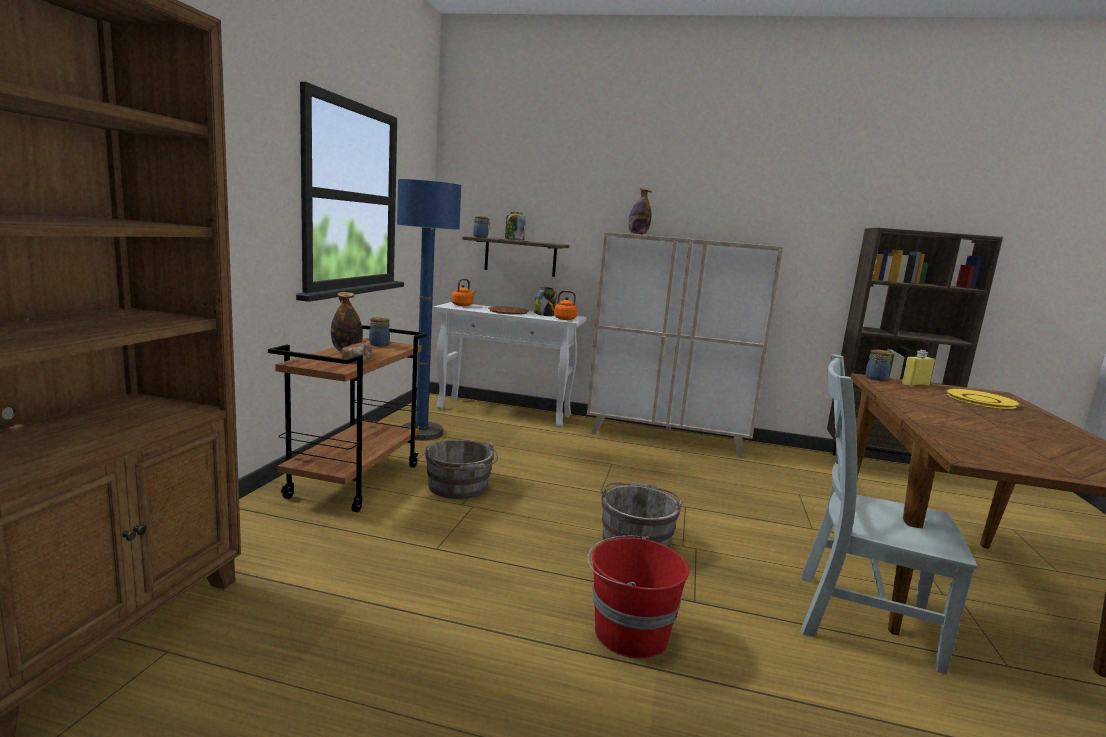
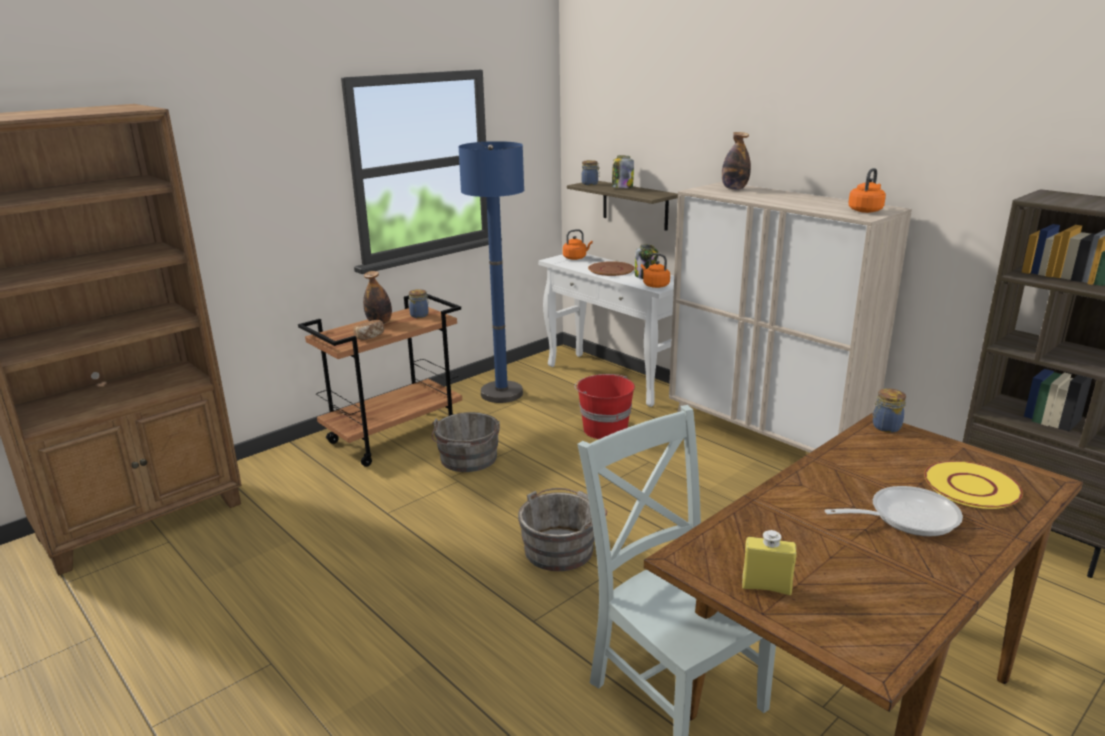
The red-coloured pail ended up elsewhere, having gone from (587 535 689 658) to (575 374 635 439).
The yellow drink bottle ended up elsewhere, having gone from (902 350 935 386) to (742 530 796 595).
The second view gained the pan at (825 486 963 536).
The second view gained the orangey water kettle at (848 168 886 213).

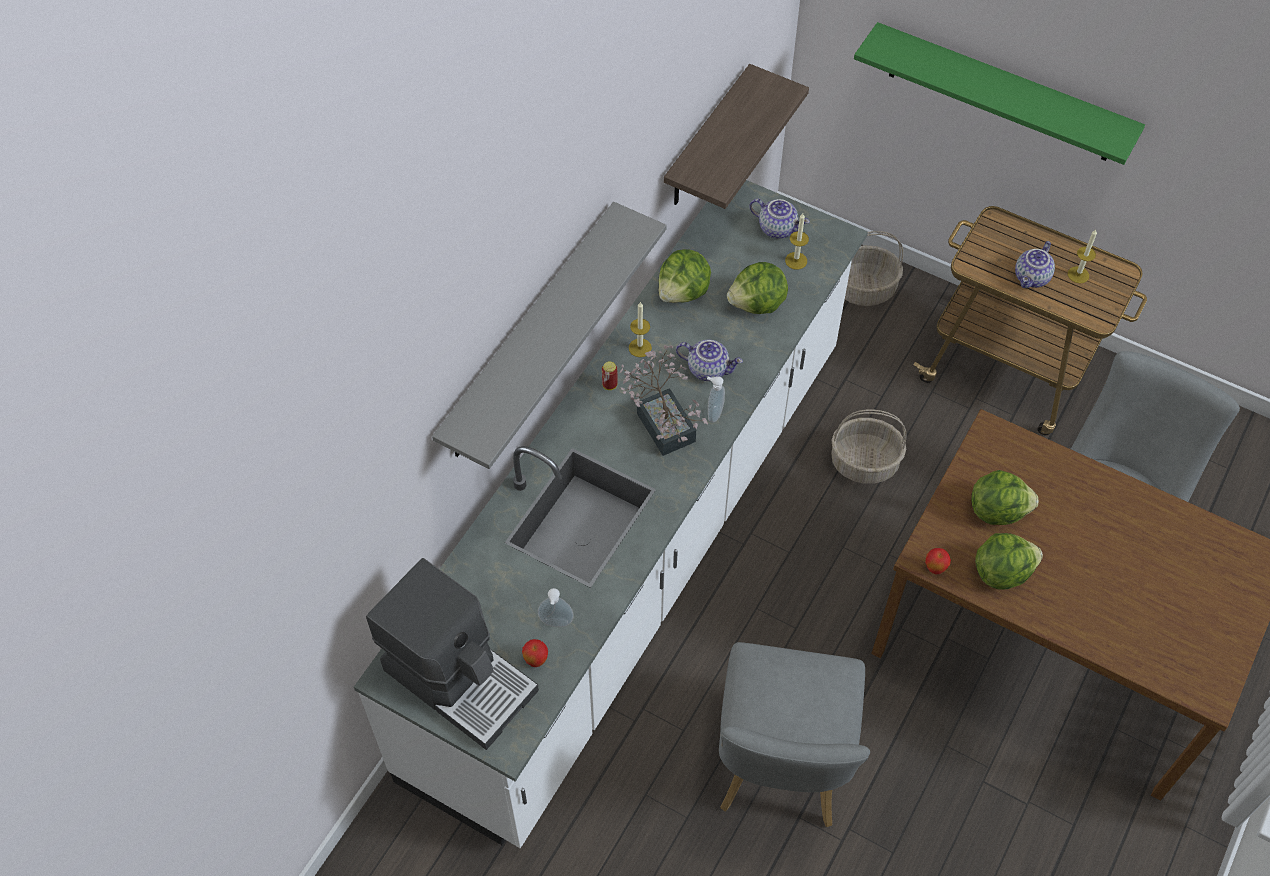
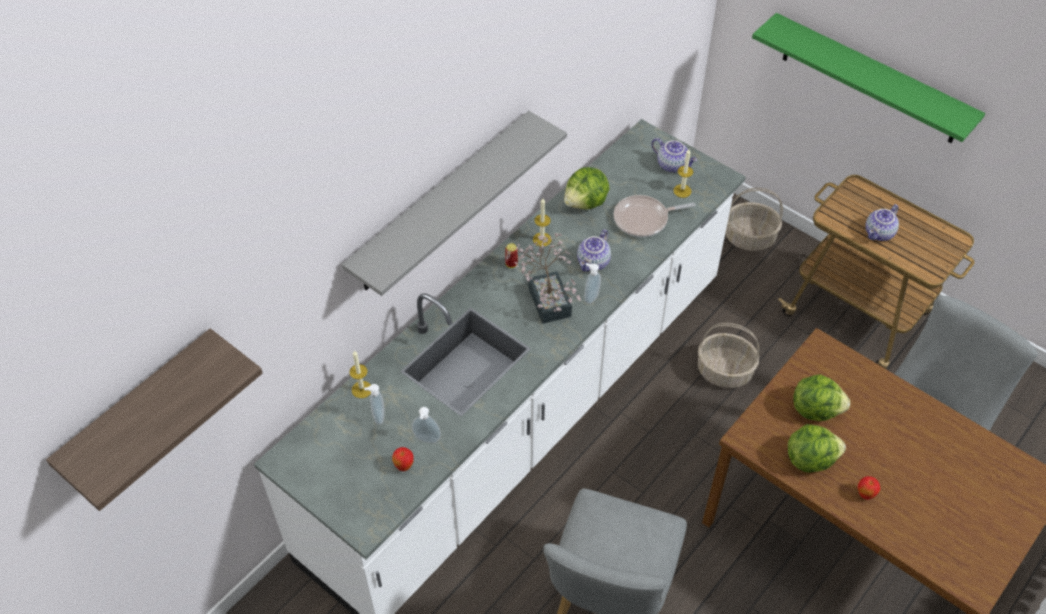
The bracket shelf ended up elsewhere, having gone from (664 64 809 209) to (46 328 262 511).
The wax candle ended up elsewhere, having gone from (1068 230 1097 283) to (349 351 371 398).
The second view gained the soap dispenser at (364 384 384 425).
The teapot at (676 340 743 381) ended up facing another way, 90 degrees clockwise from before.
Where the lettuce head stood at (727 262 788 314), the pan came to stand at (614 195 696 237).
The apple ended up elsewhere, having gone from (925 548 951 574) to (858 476 880 500).
The second view lost the coffee machine at (366 558 539 750).

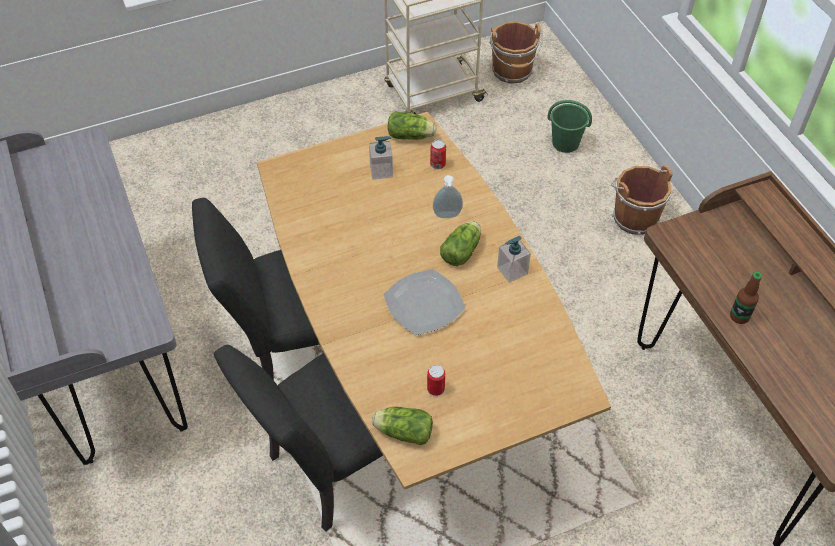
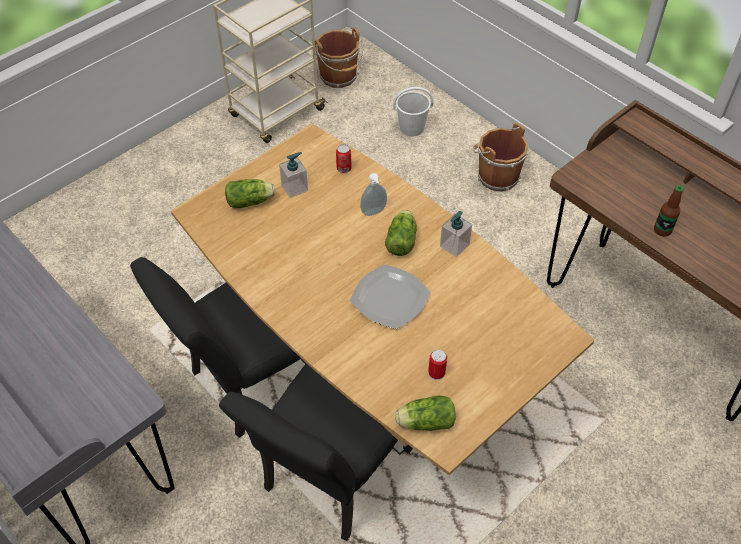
The lettuce head ended up elsewhere, having gone from (388 111 437 140) to (225 179 275 208).
What was the green pail at (547 100 592 153) turned into the white-coloured pail at (393 87 433 136).

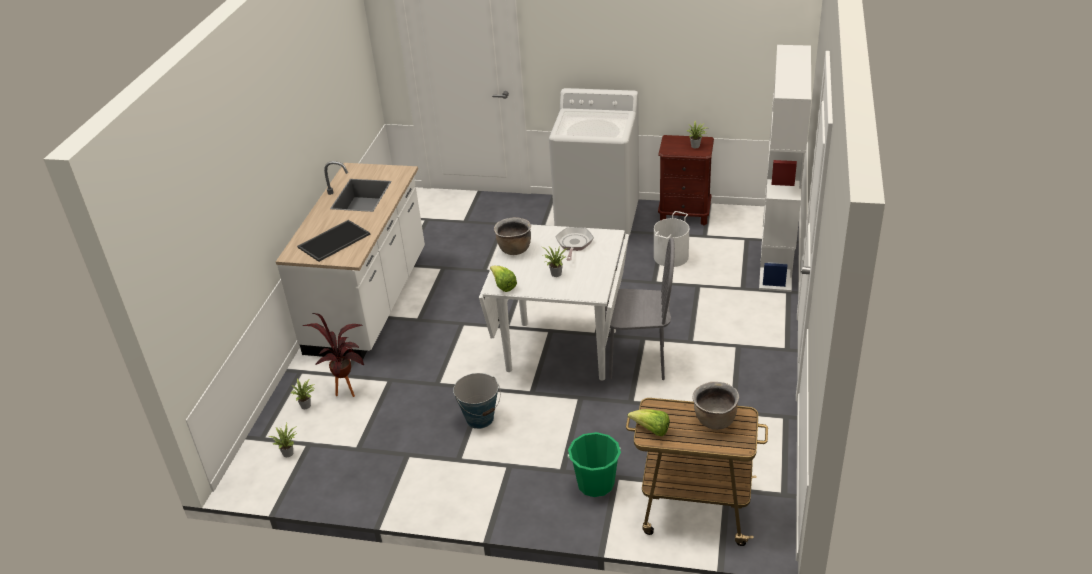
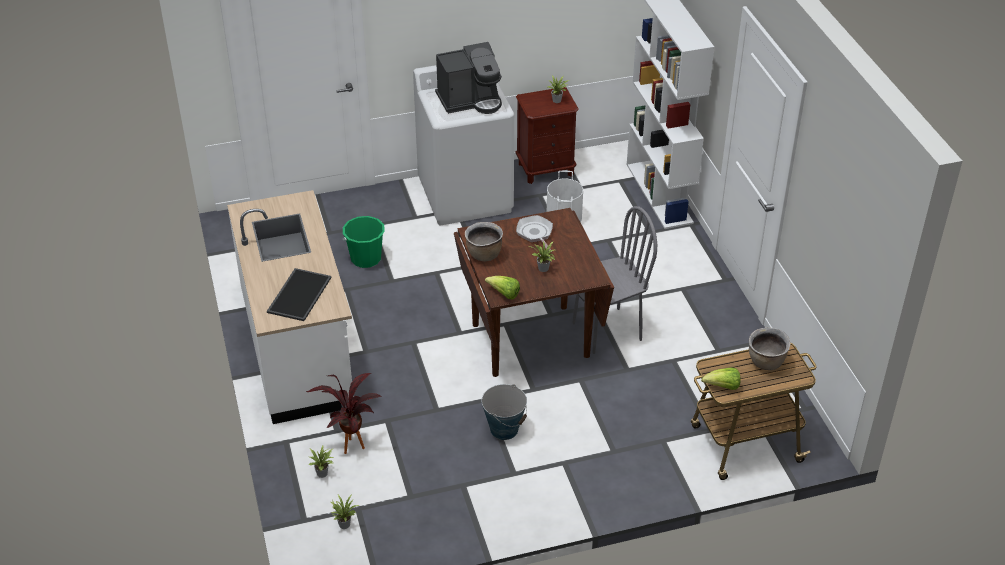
The green pail ended up elsewhere, having gone from (567 432 621 497) to (343 216 385 268).
The second view gained the coffee machine at (435 42 502 114).
What was the white-coloured dinner table at (479 225 629 381) turned into the brownish dinner table at (454 208 614 377).

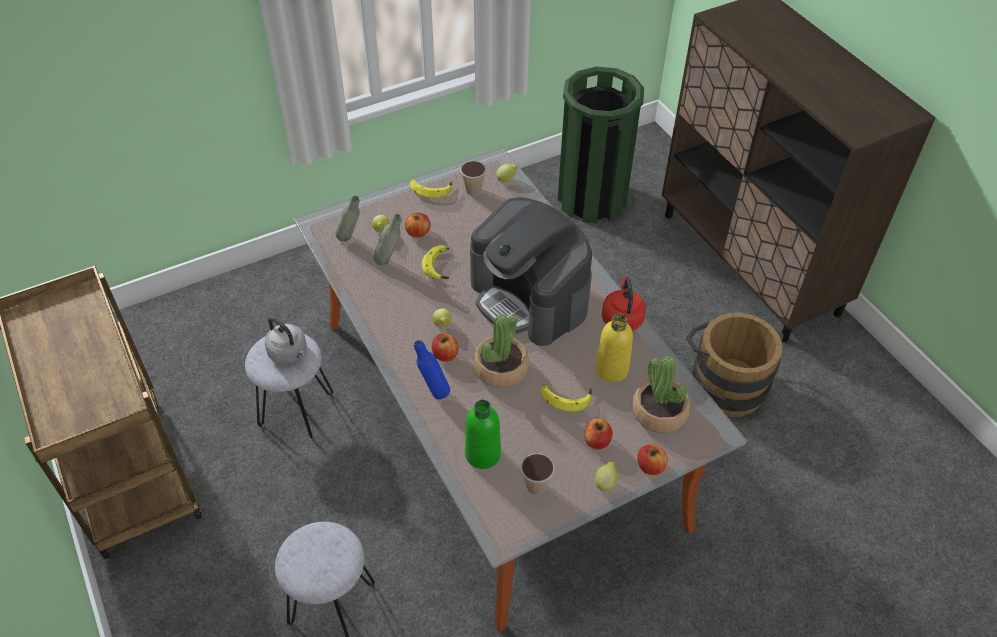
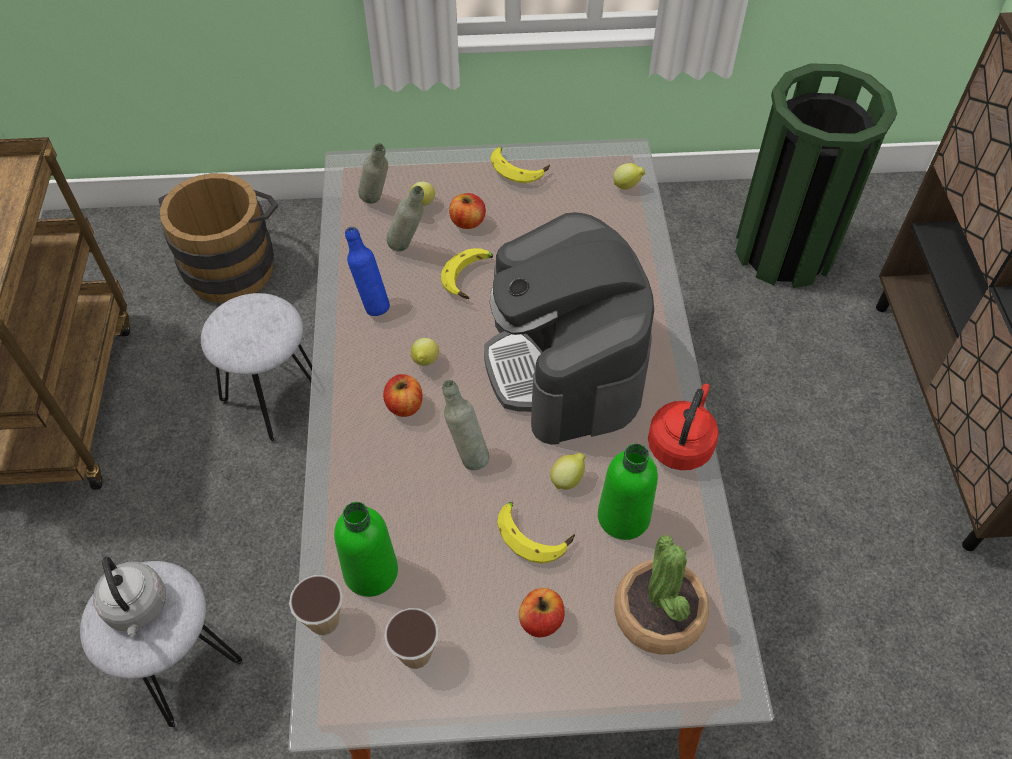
The gray water kettle ended up elsewhere, having gone from (265 317 307 364) to (93 557 166 637).
The brownish pail ended up elsewhere, having gone from (686 313 784 417) to (158 173 278 303).
The cup ended up elsewhere, having gone from (460 161 486 196) to (289 575 343 635).
The bluish drink bottle ended up elsewhere, having gone from (414 340 450 399) to (345 227 390 316).
Where the plant in a pot stood at (473 314 529 388), the gray drink bottle came to stand at (442 380 489 470).
The lemon ended up elsewhere, having gone from (595 462 618 492) to (550 453 585 490).
What was the yellow drink bottle at (595 314 633 382) turned into the green drink bottle at (598 444 658 540).
The second view lost the apple at (637 444 668 475).

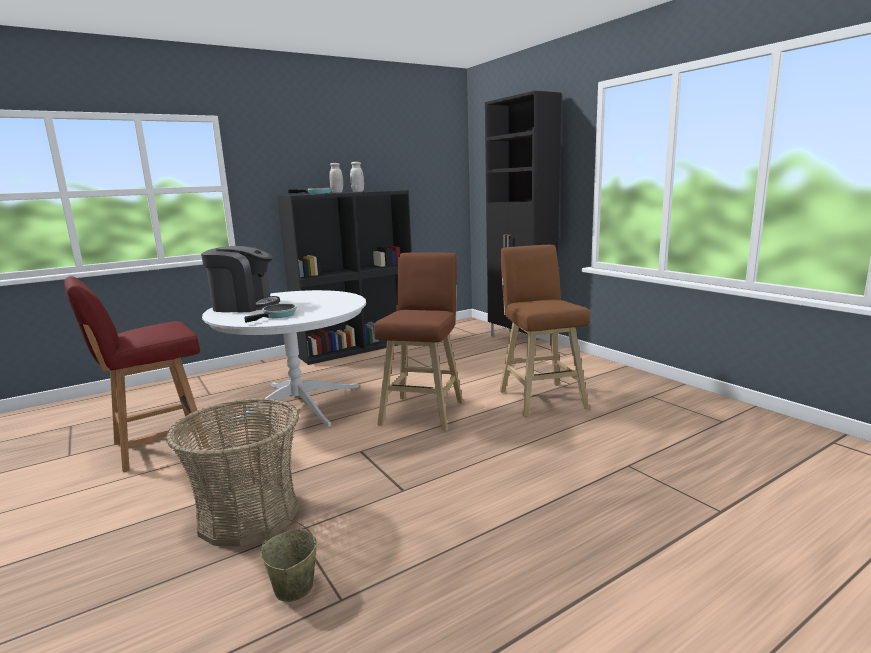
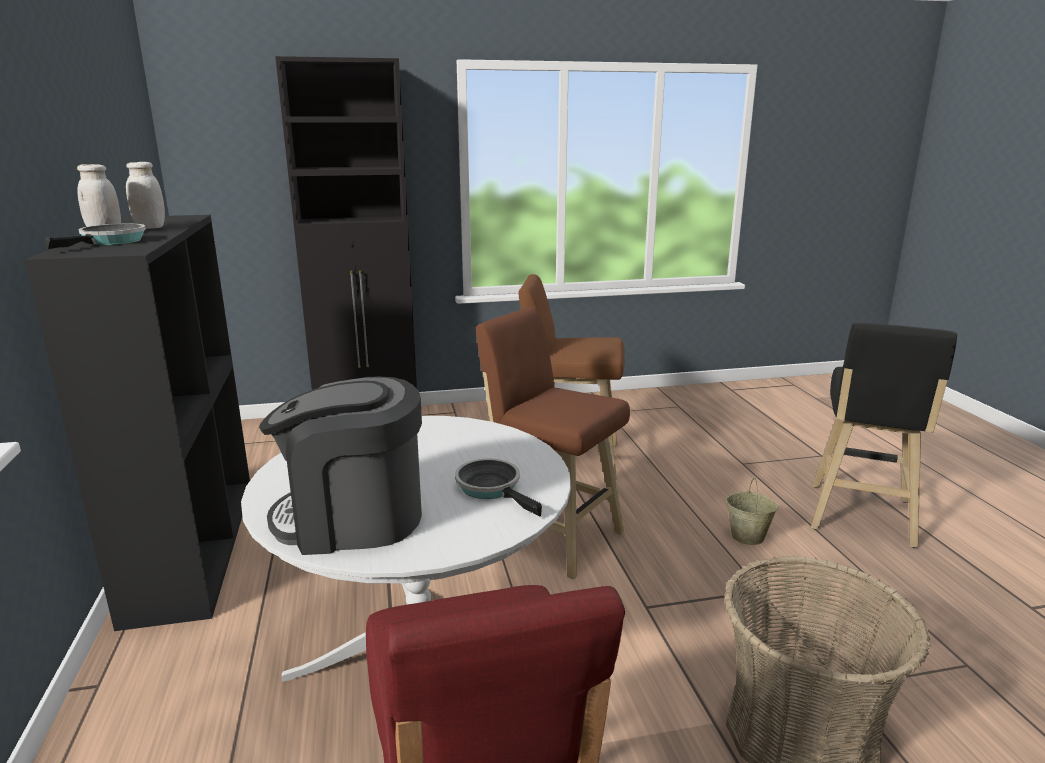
The coffee machine at (201 246 280 312) ended up facing another way, 120 degrees counterclockwise from before.
The sand-coloured pail ended up elsewhere, having gone from (260 519 317 602) to (727 478 778 545).
The second view gained the black-coloured stool at (811 323 957 548).

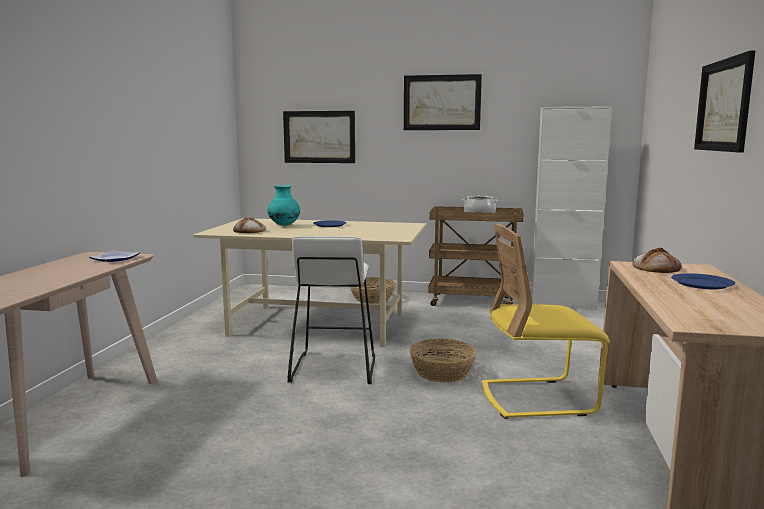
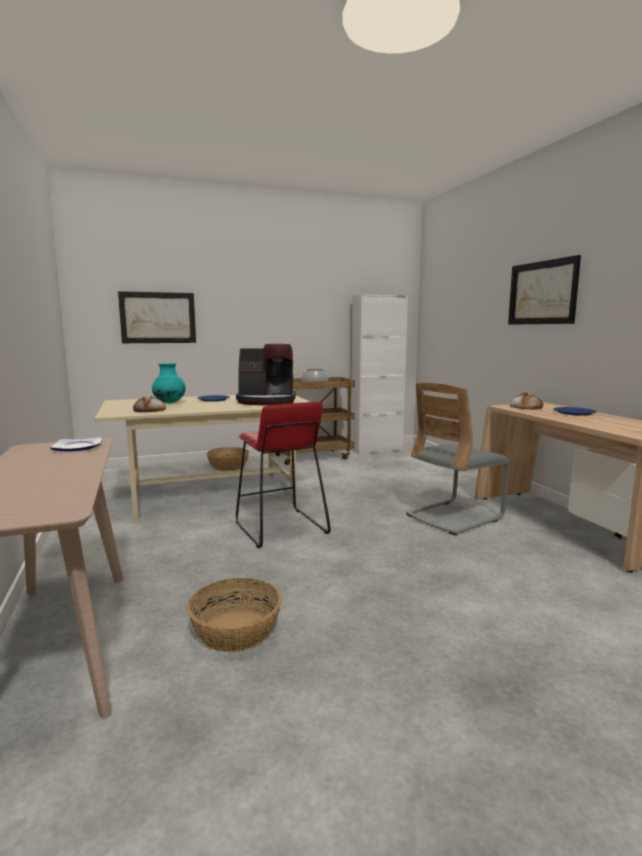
The household basket ended up elsewhere, having gone from (409 339 477 383) to (187 578 282 652).
The second view gained the coffee machine at (236 344 296 405).
What was the white-coloured stool at (288 236 375 384) turned into the red-coloured stool at (236 402 331 548).
What was the yellow chair at (482 224 610 419) turned into the gray chair at (406 382 510 536).
The second view lost the wall picture at (404 74 482 130).

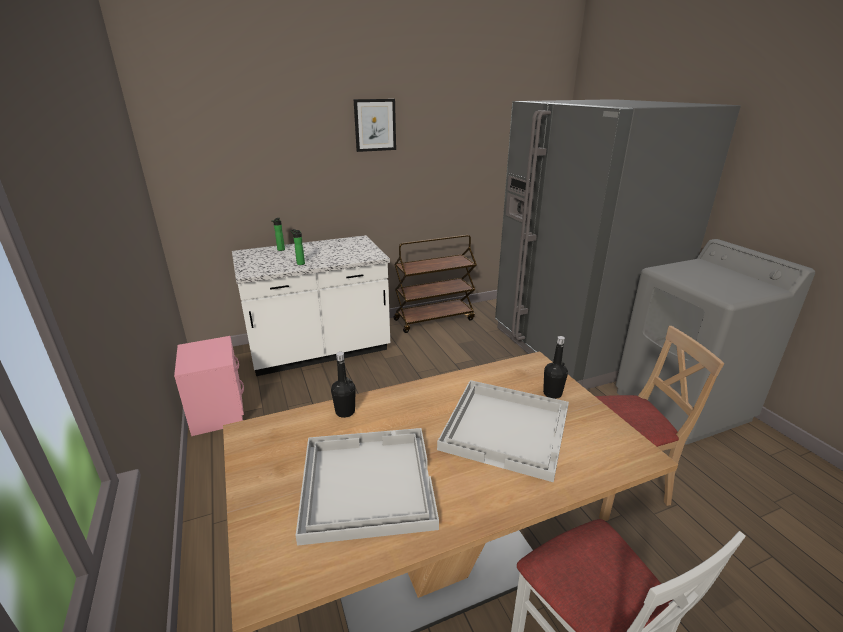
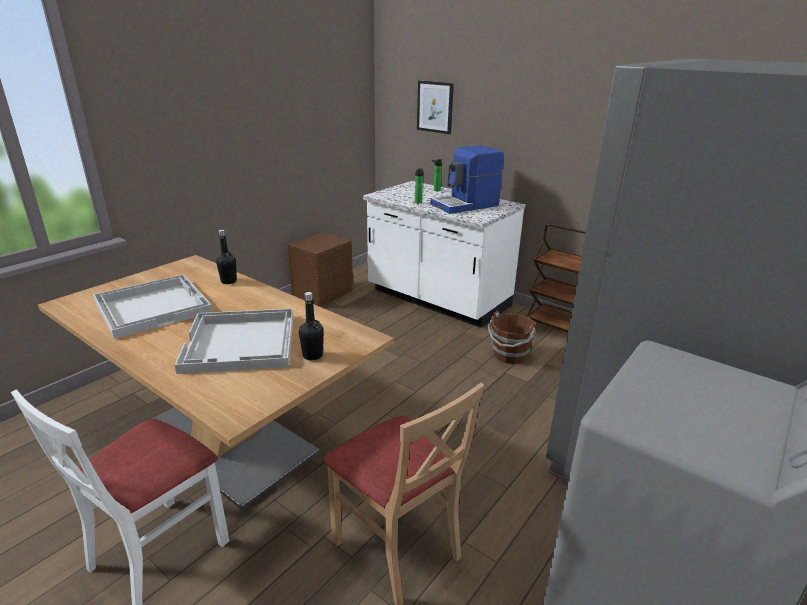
What was the pink-coloured night table at (174 336 244 436) turned into the brownish night table at (288 232 353 307).
The wall picture ended up elsewhere, having gone from (354 99 396 152) to (417 81 454 134).
The second view gained the coffee machine at (431 146 504 214).
The second view gained the brownish pail at (487 311 536 364).

